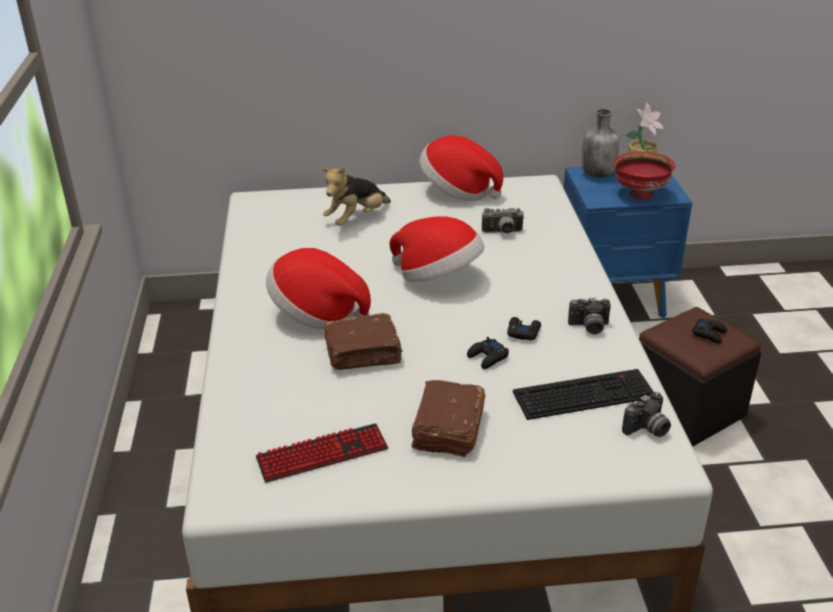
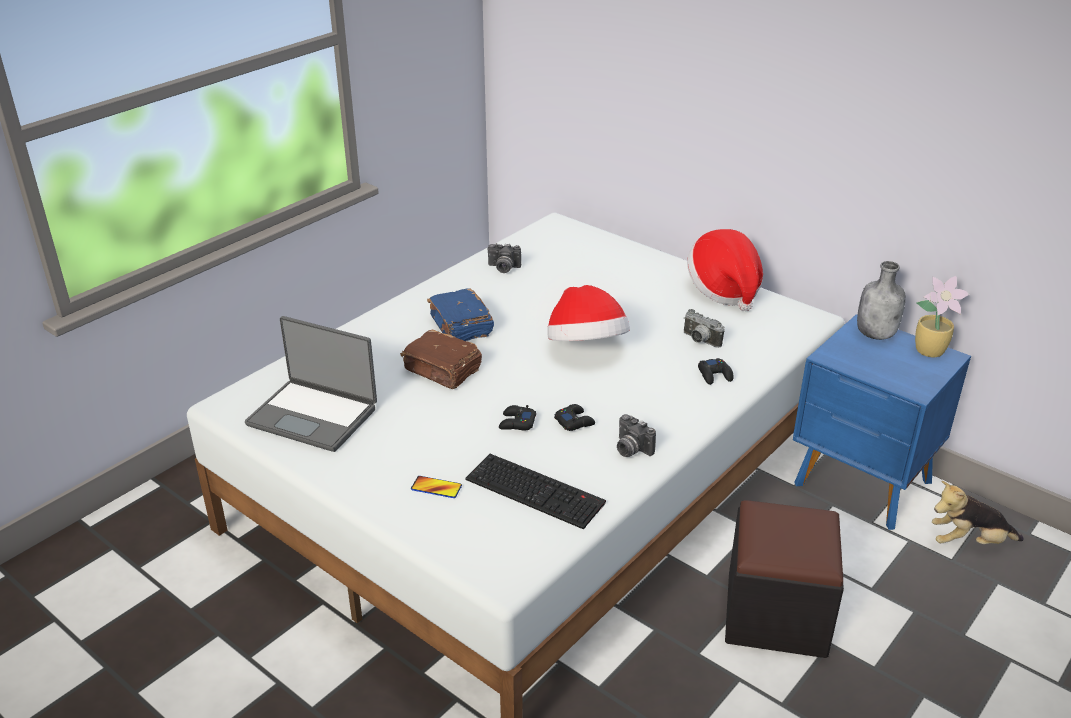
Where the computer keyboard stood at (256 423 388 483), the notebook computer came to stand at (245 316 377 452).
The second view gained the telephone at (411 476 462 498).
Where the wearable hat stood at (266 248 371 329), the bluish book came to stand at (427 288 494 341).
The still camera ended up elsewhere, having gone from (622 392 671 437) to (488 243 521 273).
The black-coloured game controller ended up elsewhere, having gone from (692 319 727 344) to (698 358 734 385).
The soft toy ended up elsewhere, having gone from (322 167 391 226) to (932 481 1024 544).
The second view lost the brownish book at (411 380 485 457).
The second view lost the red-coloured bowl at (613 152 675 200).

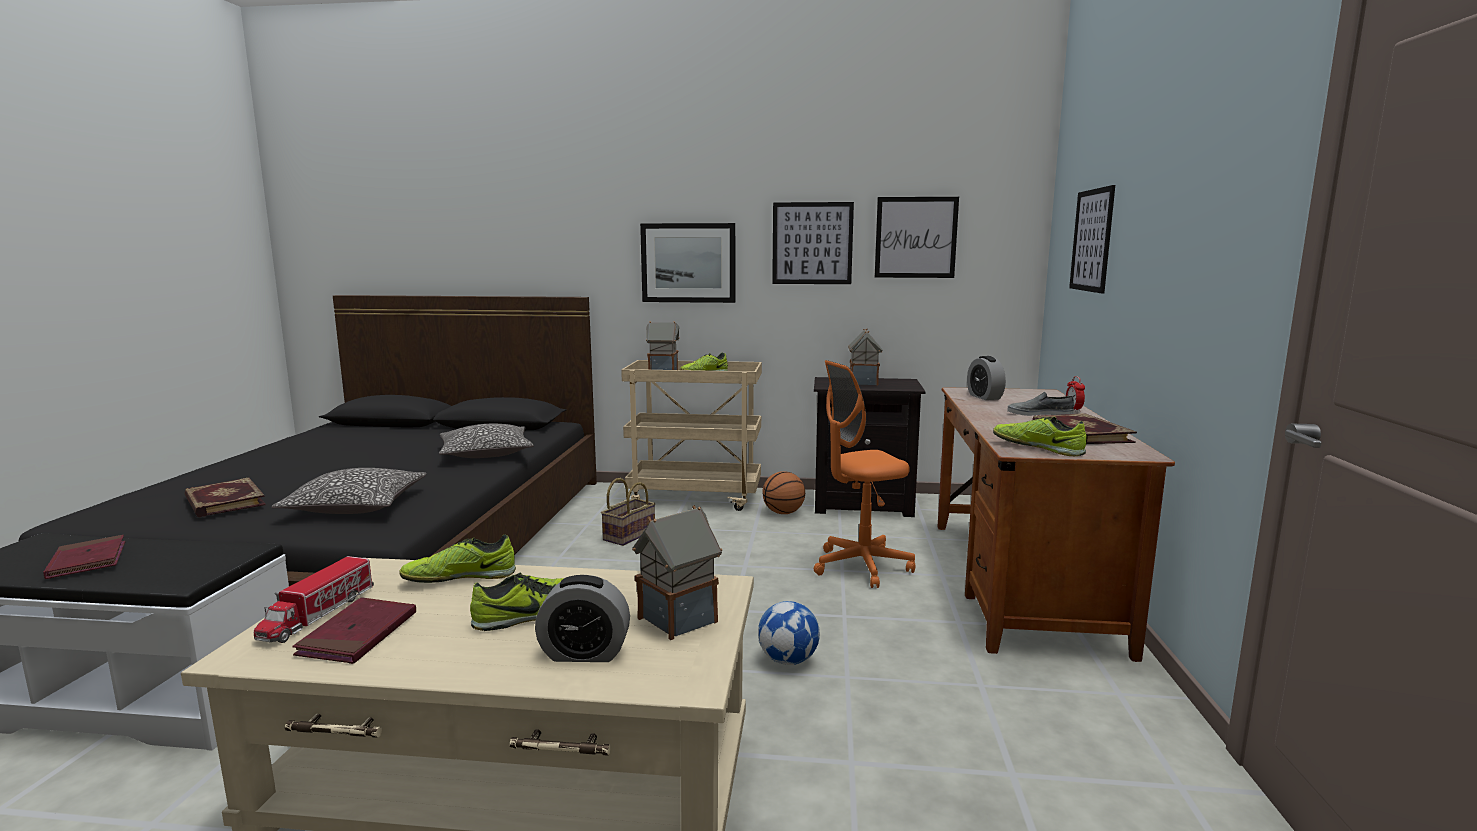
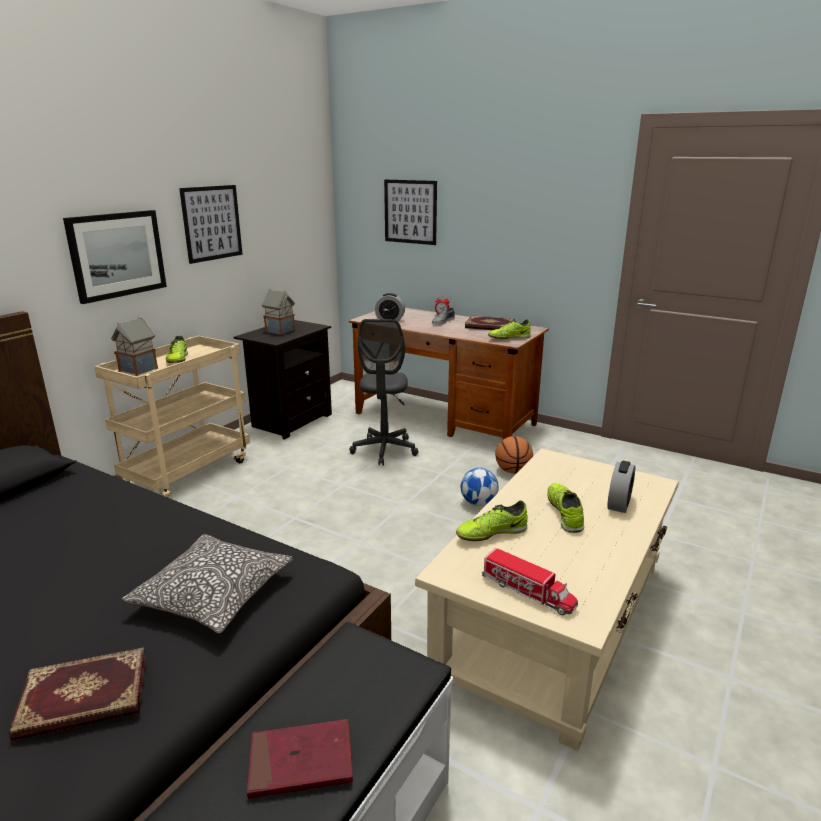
What was the orangey desk chair at (814 360 915 588) turned into the gray desk chair at (349 319 418 466).
The item of footwear at (399 534 516 583) ended up facing another way, 60 degrees clockwise from before.
The basketball ball ended up elsewhere, having gone from (762 471 805 514) to (495 436 533 474).
The second view lost the red-coloured book at (292 597 416 664).
The second view lost the throw pillow at (439 424 534 458).
The second view lost the household basket at (601 478 655 546).
The second view lost the model house at (632 505 722 640).
The second view lost the wall picture at (875 197 959 278).

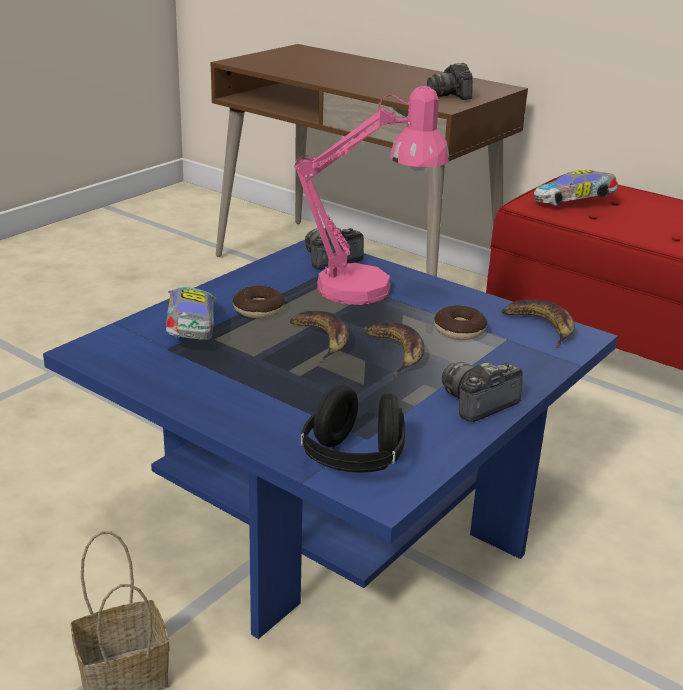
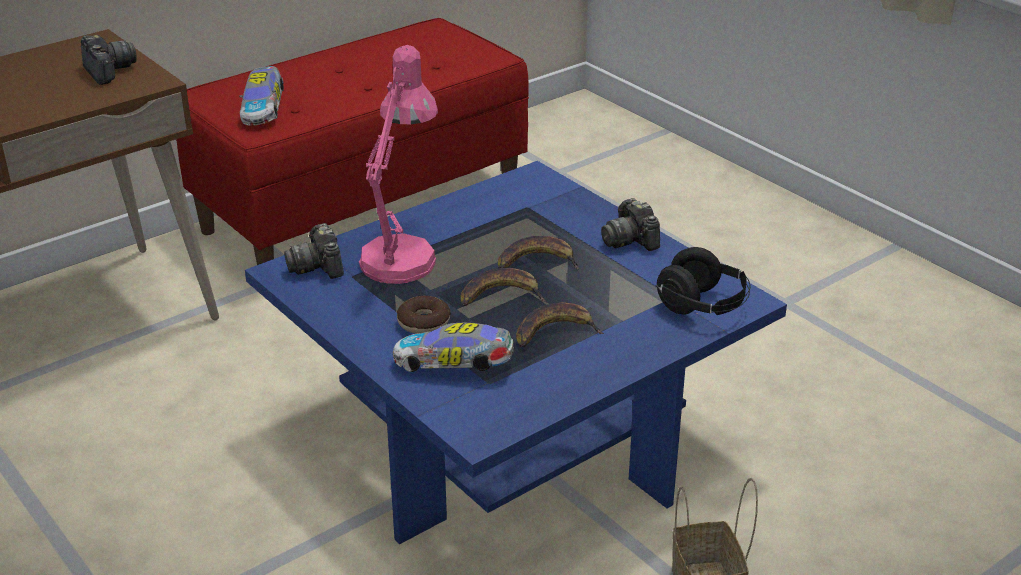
The still camera at (427 63 473 100) ended up facing another way, 120 degrees counterclockwise from before.
The whole banana ended up elsewhere, having gone from (501 299 575 348) to (516 302 604 347).
The second view lost the donut at (434 305 487 340).

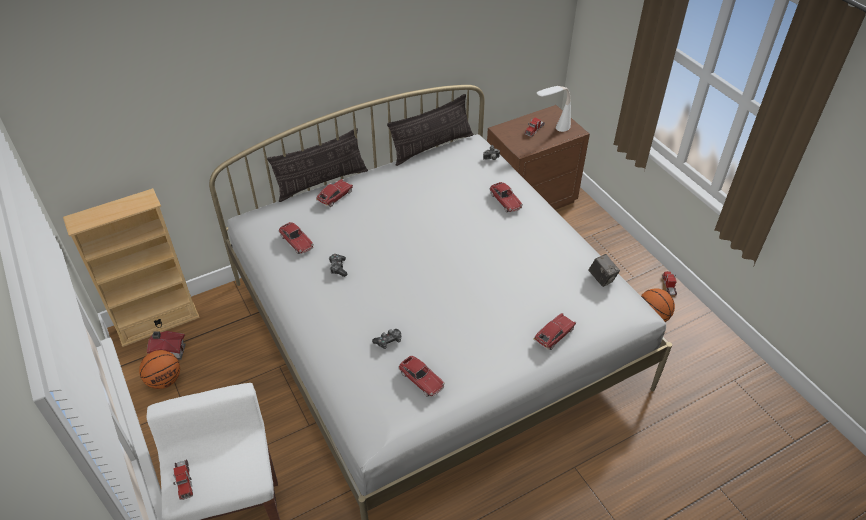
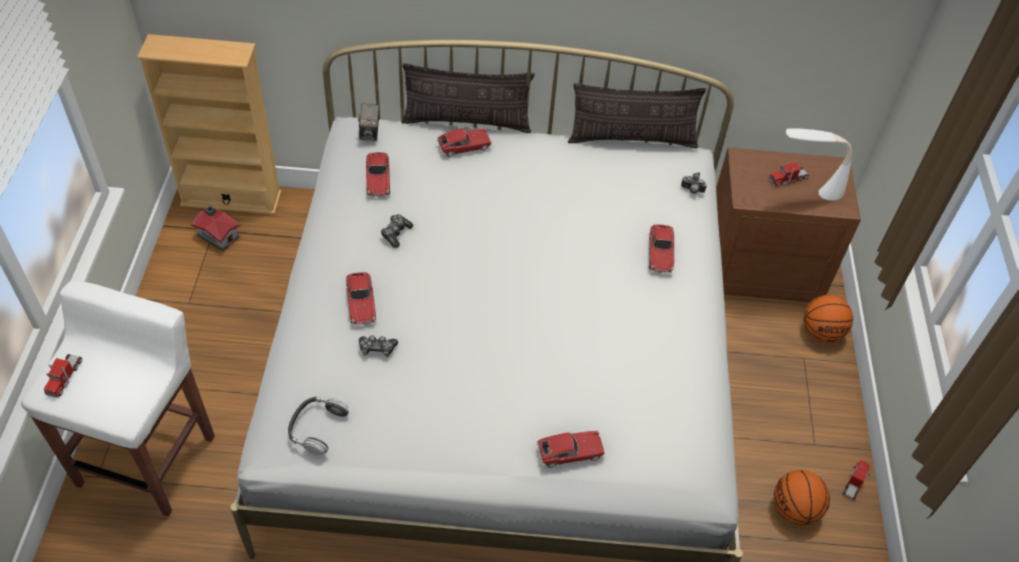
The second view gained the pair of headphones at (288 396 349 455).
The model car ended up elsewhere, having gone from (398 356 445 397) to (346 272 376 325).
The still camera ended up elsewhere, having gone from (589 254 620 287) to (358 103 379 141).
The basketball ball ended up elsewhere, having gone from (139 350 180 389) to (804 295 853 342).

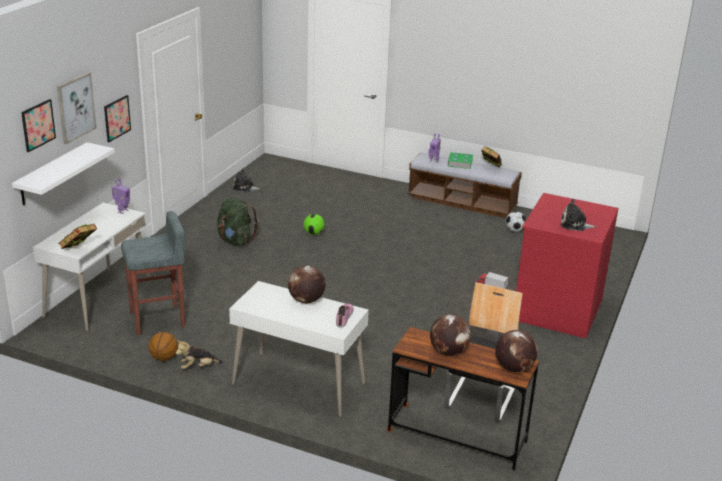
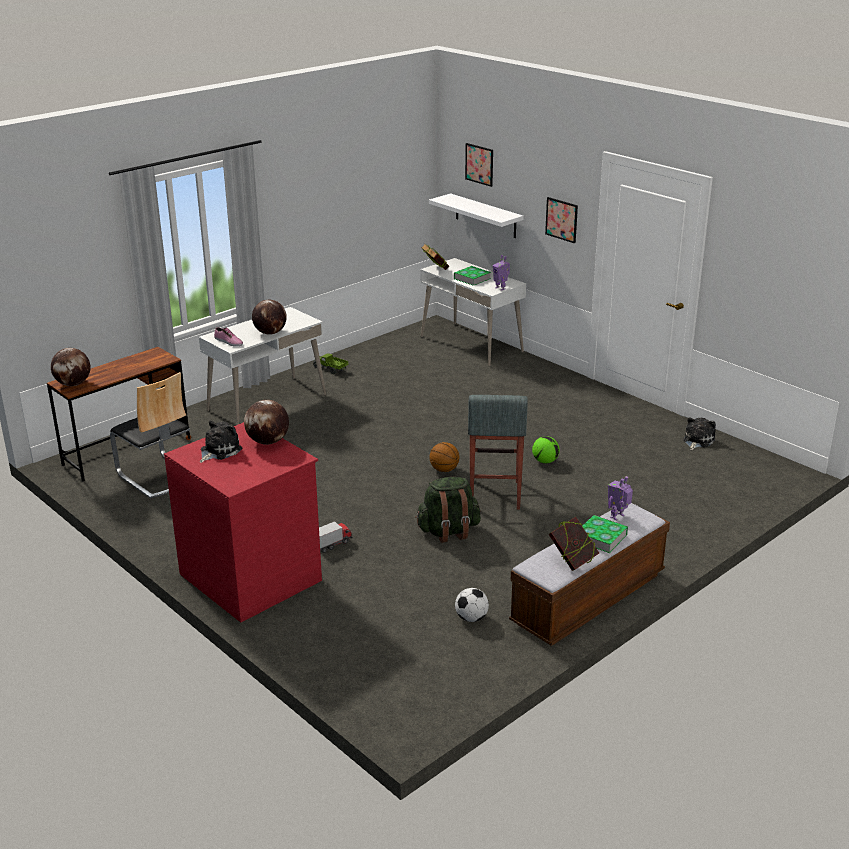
The desk globe ended up elsewhere, having gone from (430 314 471 356) to (244 400 289 445).
Where the soft toy stood at (176 340 223 369), the toy lorry came to stand at (313 353 349 374).
The green backpack ended up elsewhere, having gone from (218 198 259 246) to (415 477 481 543).
The basketball ball ended up elsewhere, having gone from (149 332 178 361) to (429 442 459 472).
The second view gained the book at (454 266 491 286).
The gray stool ended up elsewhere, having gone from (121 211 185 335) to (468 395 528 510).
The second view lost the wall picture at (57 72 97 144).

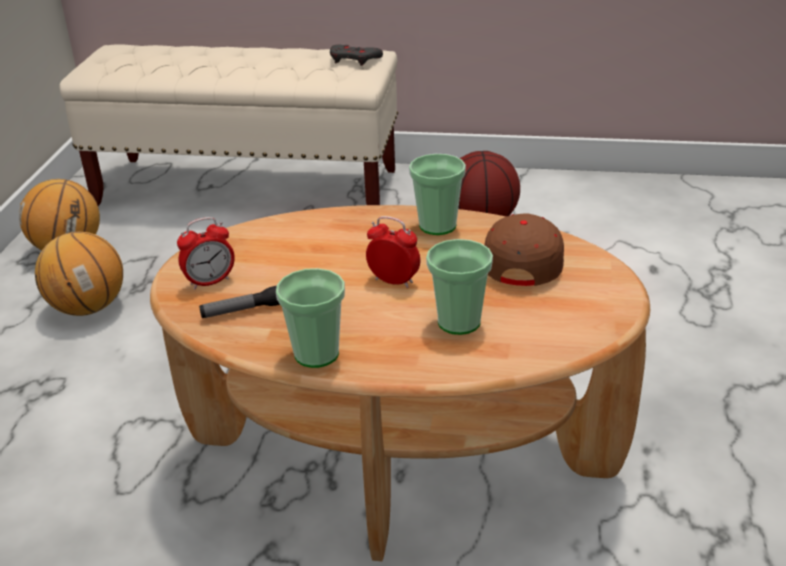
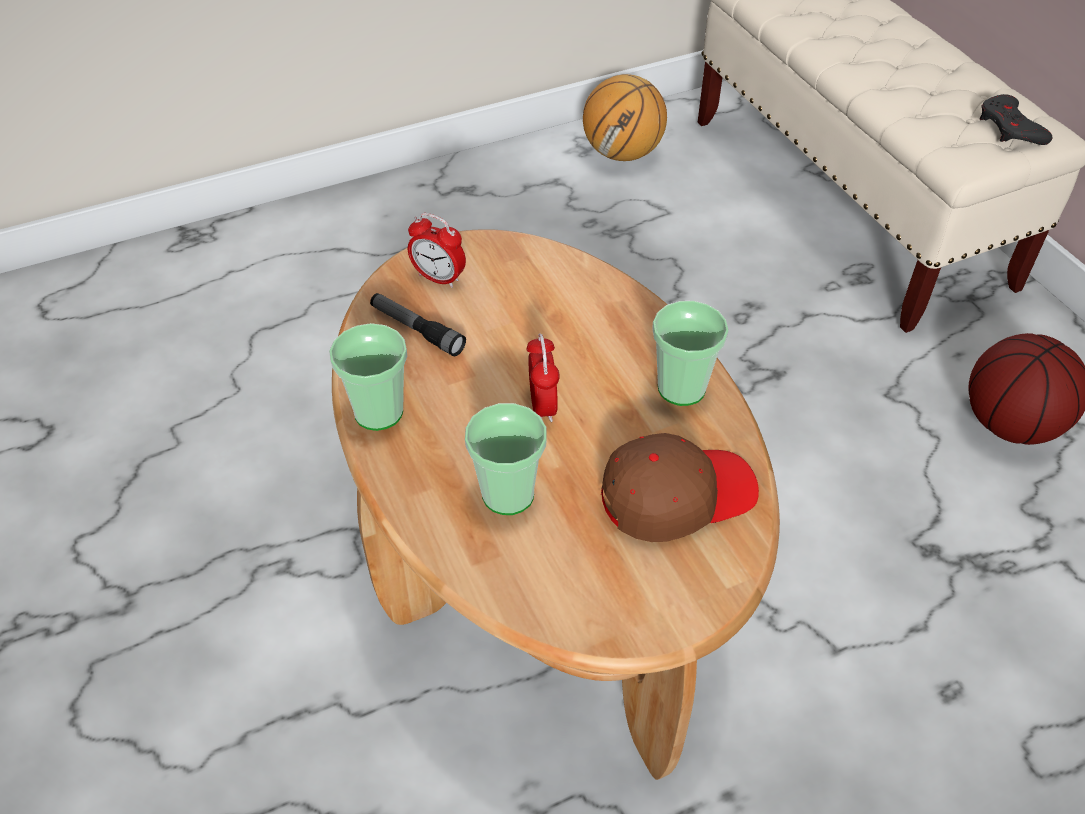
The second view lost the basketball ball at (35 232 123 316).

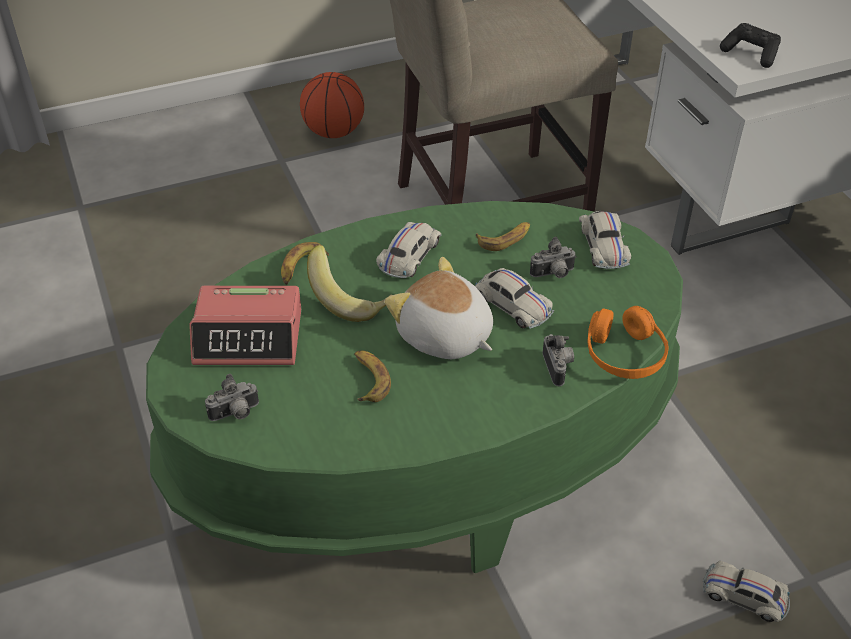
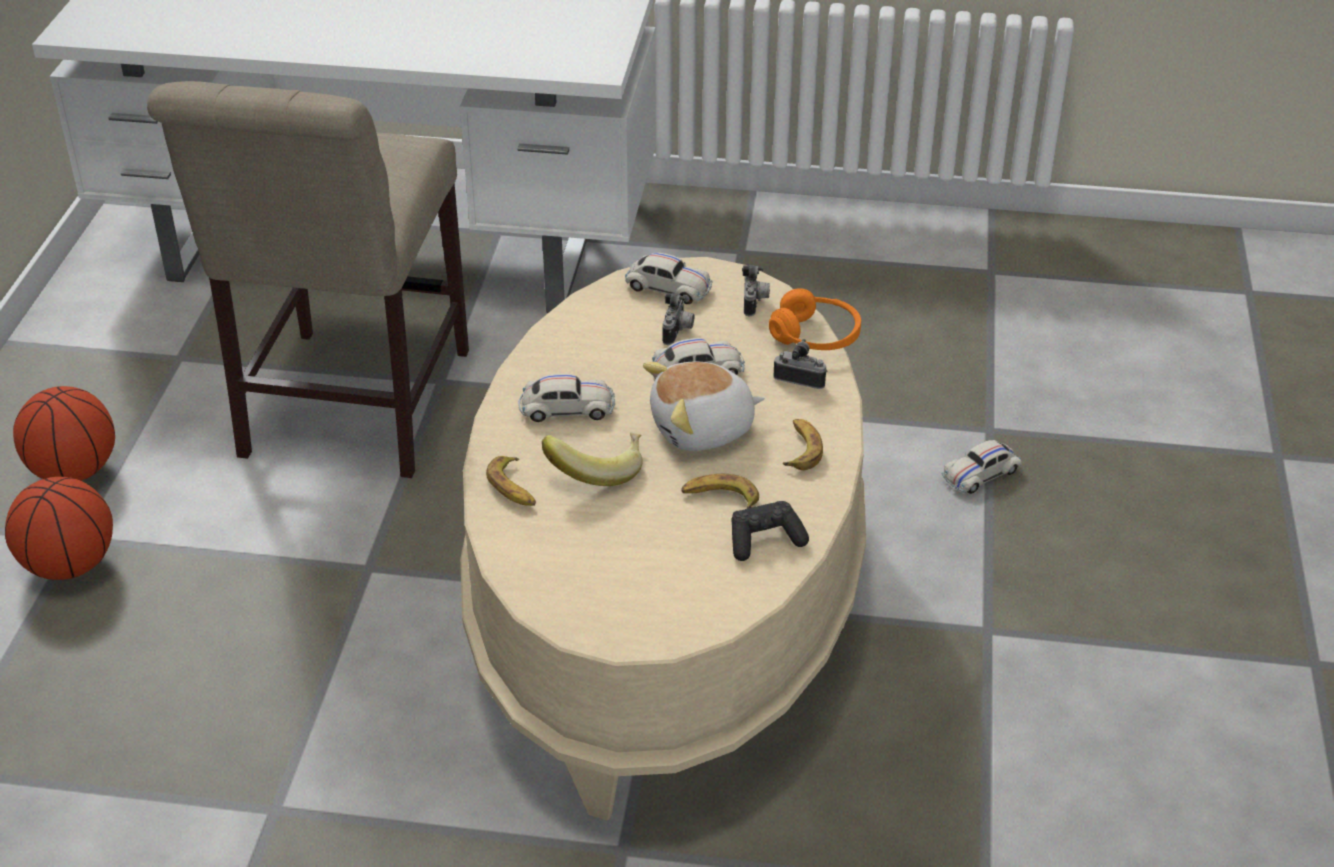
The second view gained the basketball ball at (5 477 113 580).
What was the green coffee table at (146 201 683 573) turned into the sand-coloured coffee table at (460 257 866 820).
The white-coloured model car at (376 222 442 278) ended up facing another way, 120 degrees clockwise from before.
The black-coloured game controller ended up elsewhere, having gone from (720 23 781 68) to (731 501 809 561).
The still camera ended up elsewhere, having gone from (205 374 259 421) to (742 265 770 316).
The whole banana ended up elsewhere, having gone from (476 222 530 251) to (783 419 823 470).
The second view lost the table clock at (189 286 301 365).

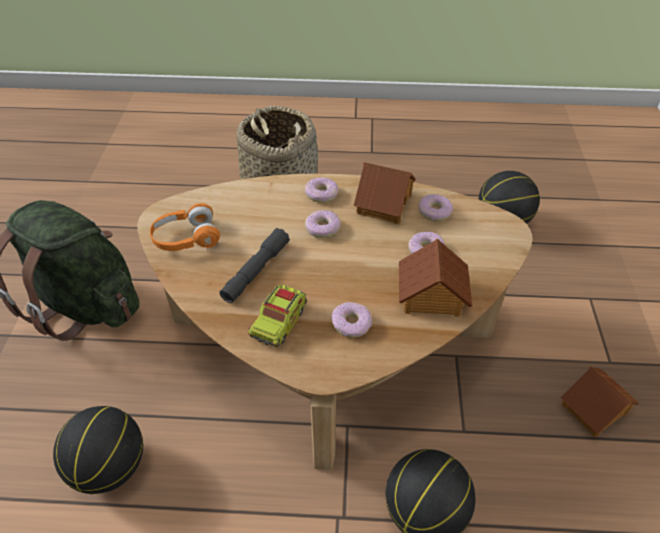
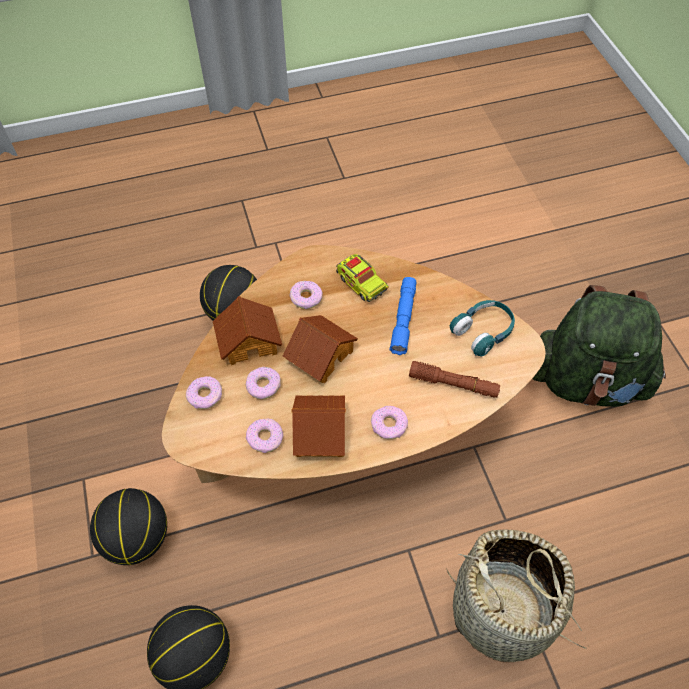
The basketball ball ended up elsewhere, having gone from (53 406 143 494) to (90 488 167 565).
The donut ended up elsewhere, having gone from (305 210 341 238) to (186 376 222 409).
The model house ended up elsewhere, having gone from (561 366 639 437) to (283 315 358 384).
The toy lorry at (248 285 307 347) ended up facing another way, 135 degrees clockwise from before.
What was the gray hand torch at (219 228 290 303) turned into the bluish hand torch at (389 277 416 355).
The second view gained the brownish hand torch at (409 361 500 398).
What was the orangey pair of headphones at (150 203 220 251) turned into the turquoise-coloured pair of headphones at (450 300 515 356).

